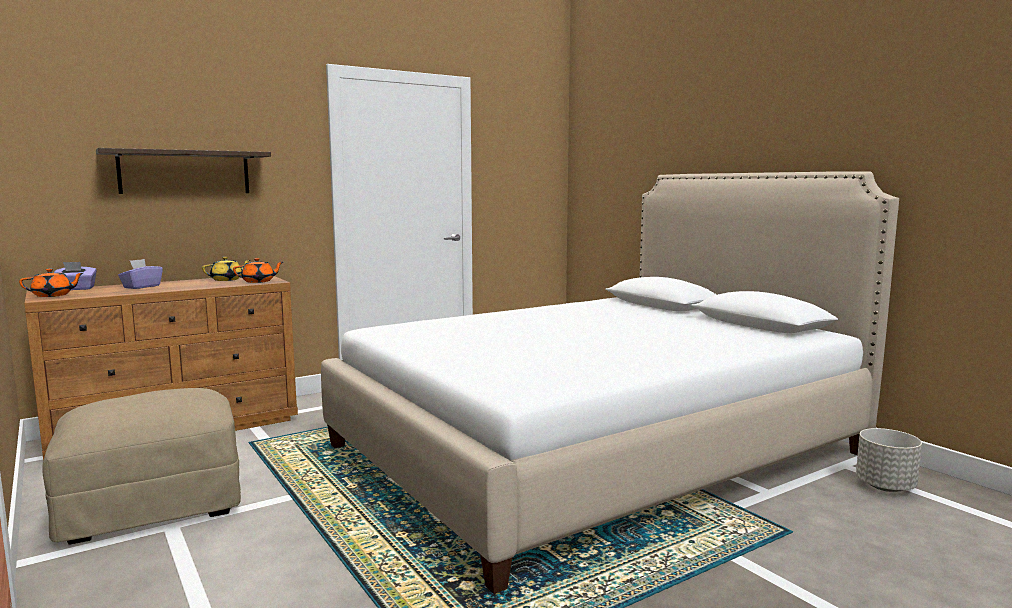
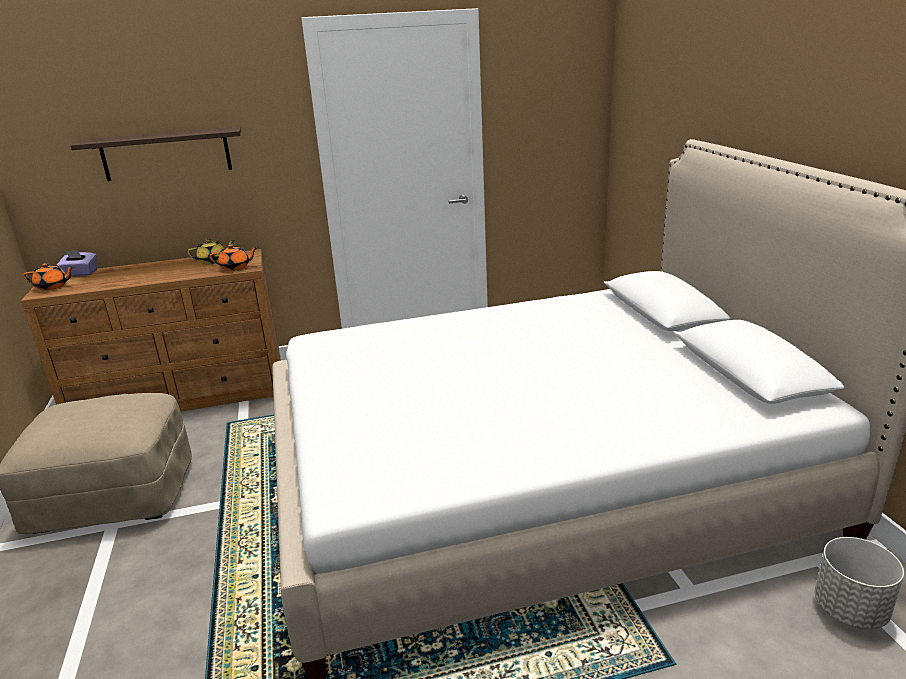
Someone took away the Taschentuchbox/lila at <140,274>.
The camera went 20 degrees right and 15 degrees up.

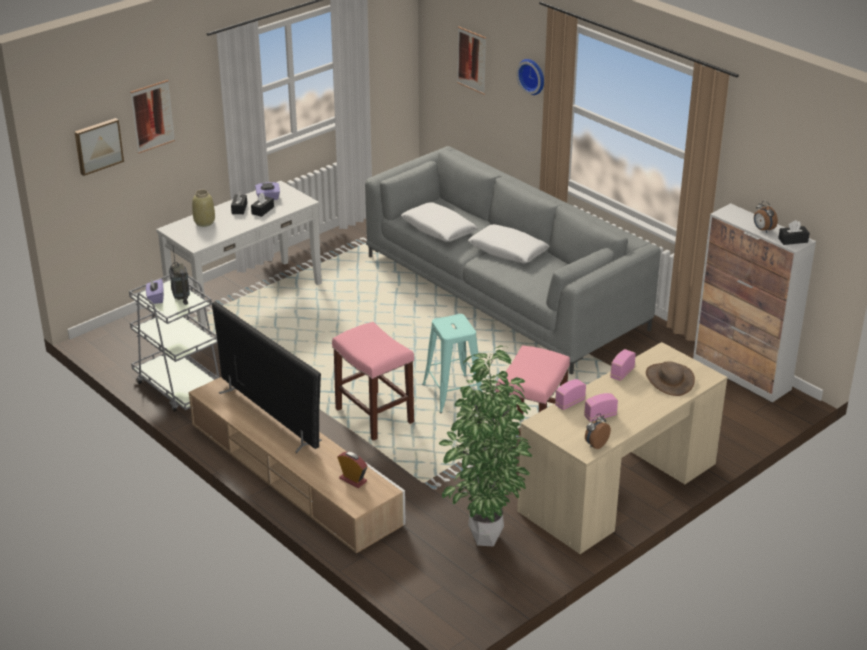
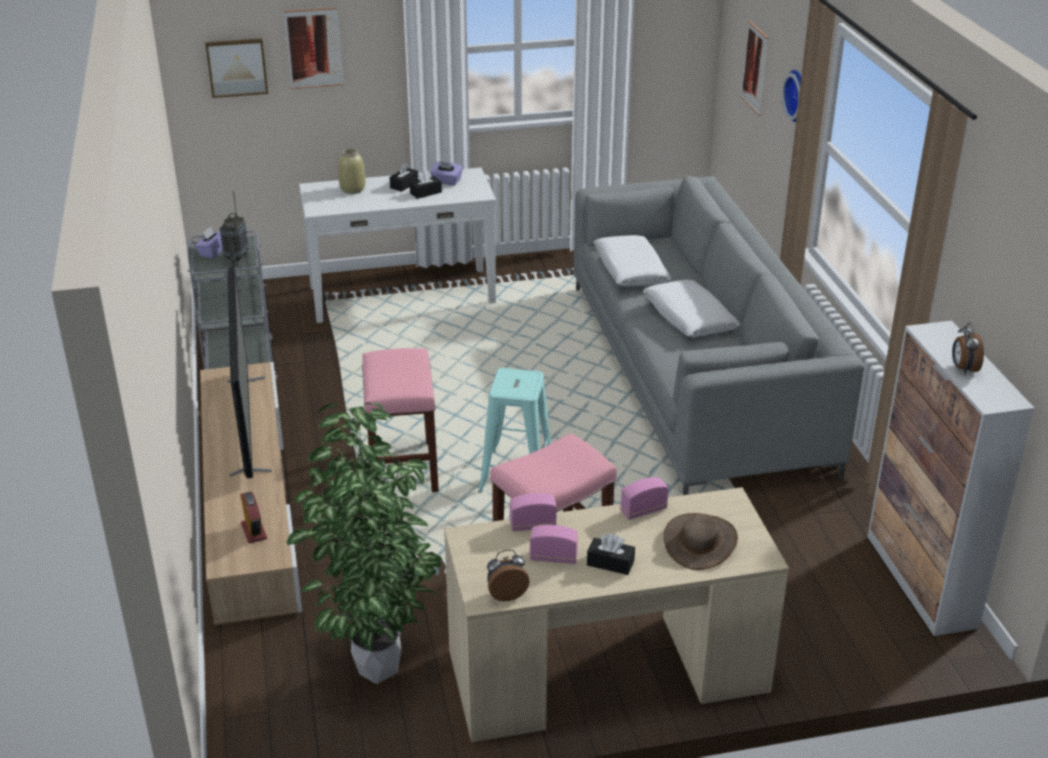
Someone carried the Taschentuchbox/schwarz from <794,232> to <611,554>.
The camera went 30 degrees right and 0 degrees up.

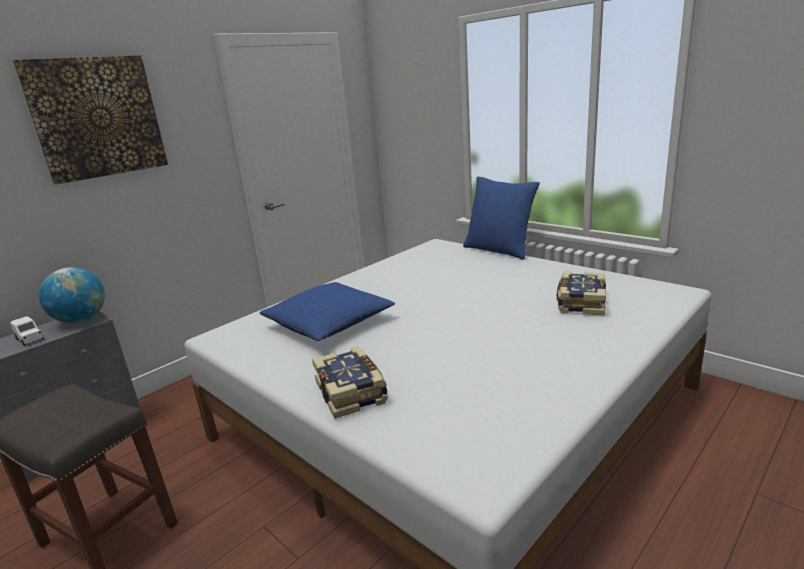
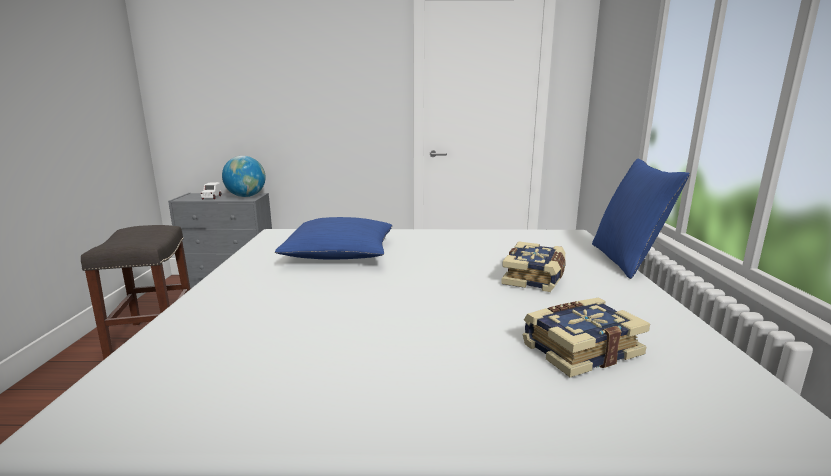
Someone took away the Bild at <90,119>.
Someone carried the Buch from <350,383> to <533,266>.
The camera went 45 degrees right and 5 degrees down.

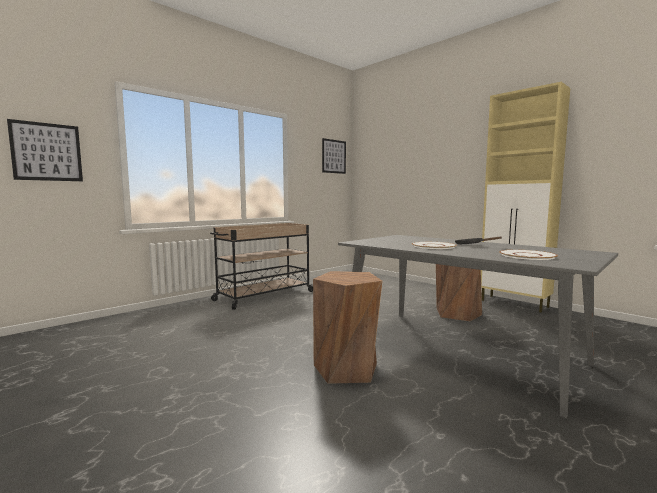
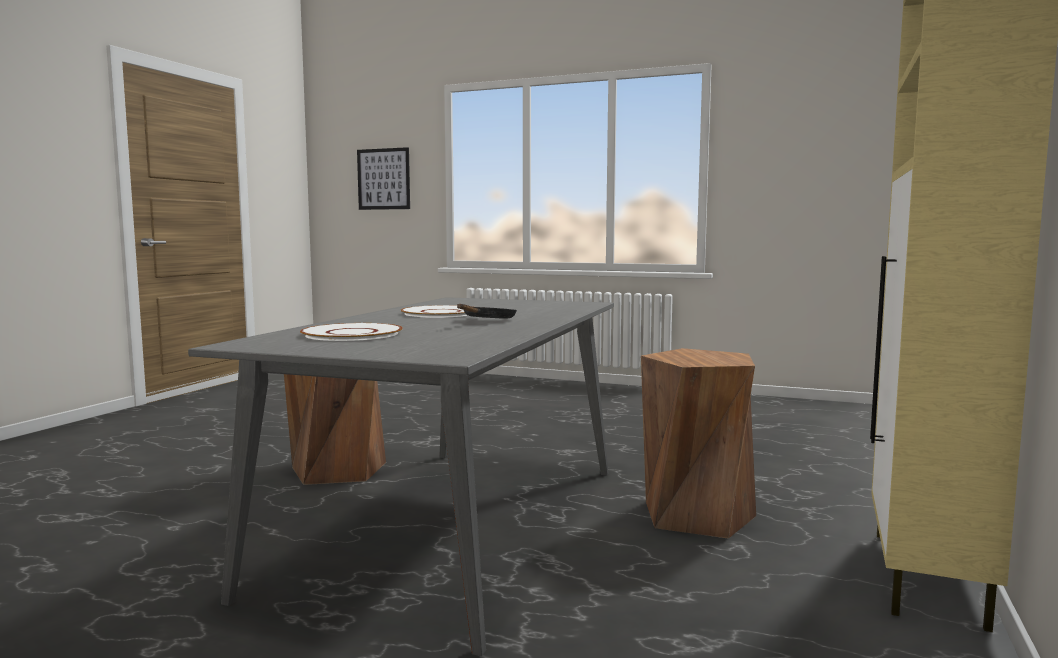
Someone took away the Bild at <334,156>.
Someone took away the Rollwagen/beige at <261,266>.
The camera went 65 degrees right and 0 degrees up.

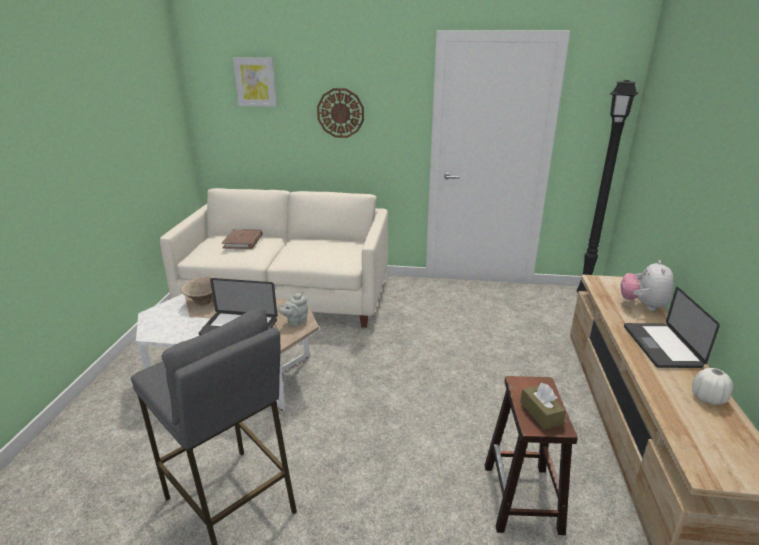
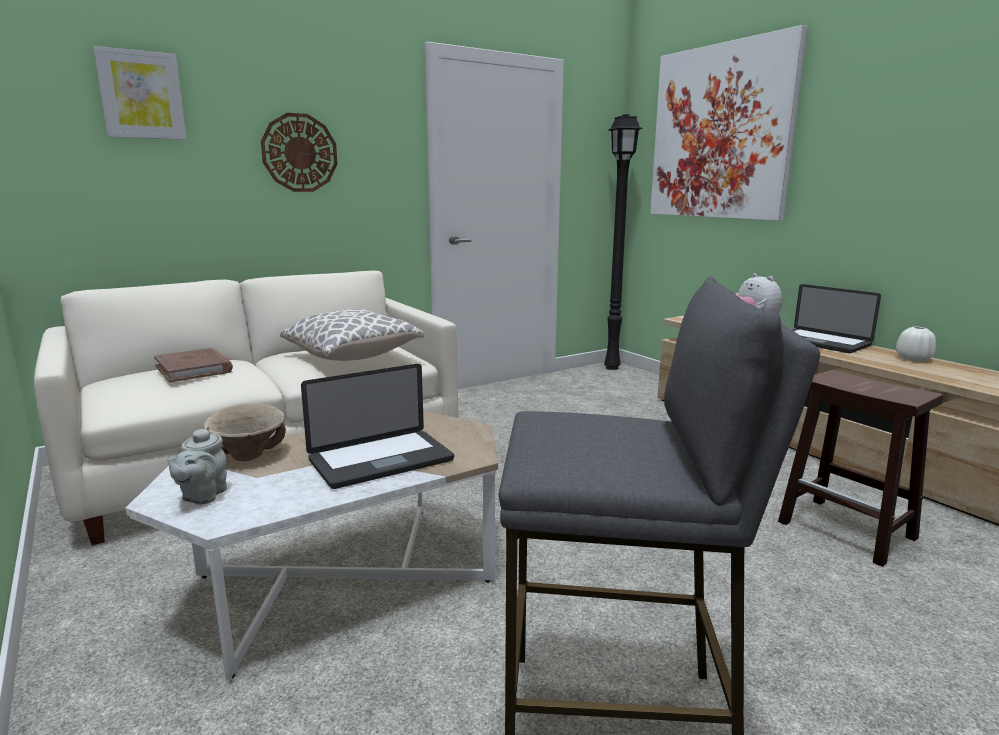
Someone carried the Teekanne/grau from <293,309> to <197,465>.
Someone took away the Taschentuchbox/braun at <543,406>.
Someone put up the Bild at <729,123>.
Someone put down the Kissen at <352,335>.
The camera went 40 degrees left and 10 degrees down.

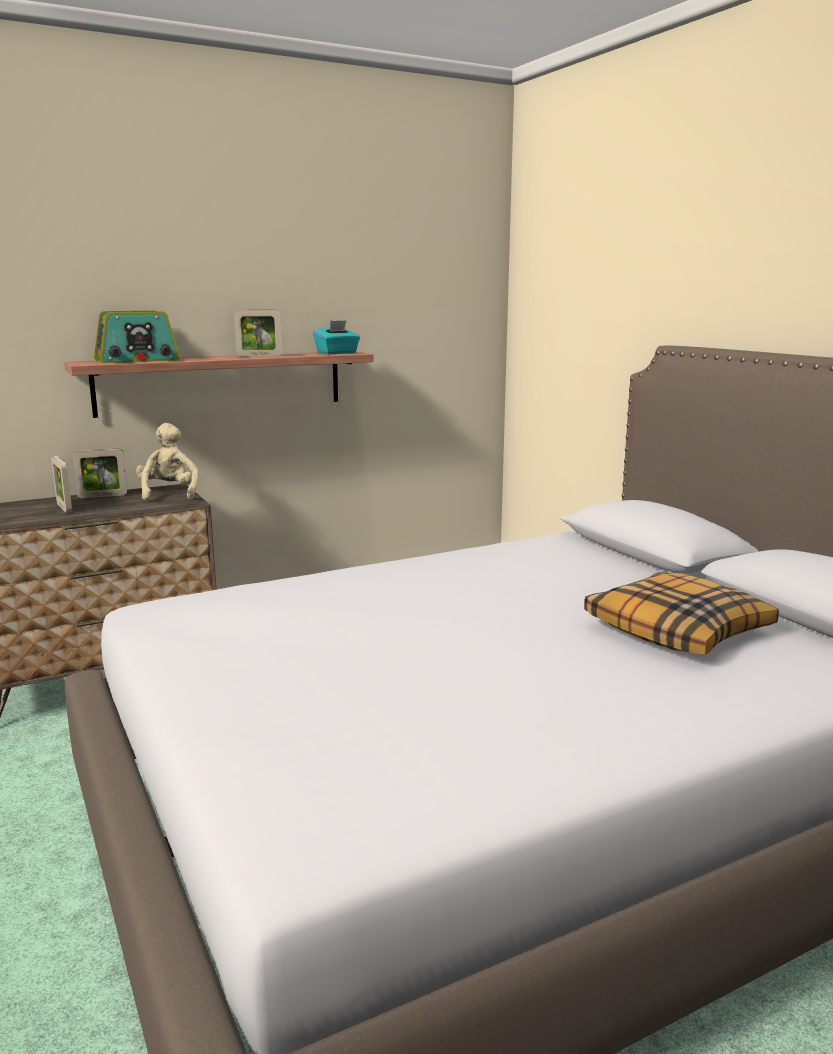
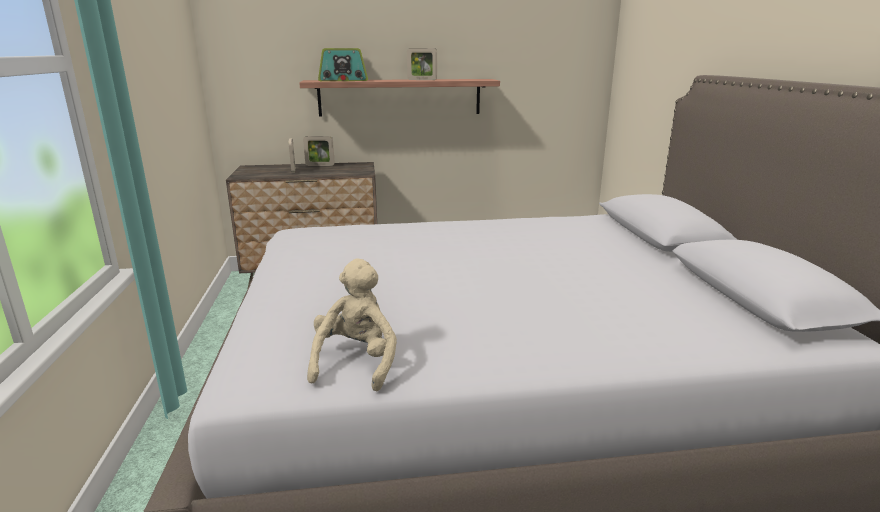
Someone took away the Taschentuchbox/türkis at <336,337>.
Someone carried the Plüschtier/beige from <167,461> to <352,325>.
Someone took away the Kissen at <681,613>.
The camera went 20 degrees right and 5 degrees up.

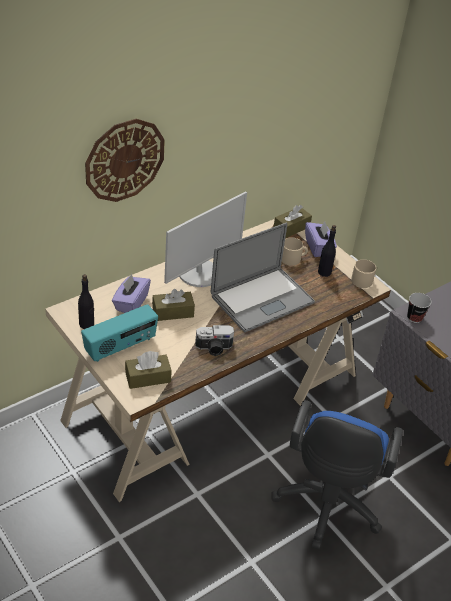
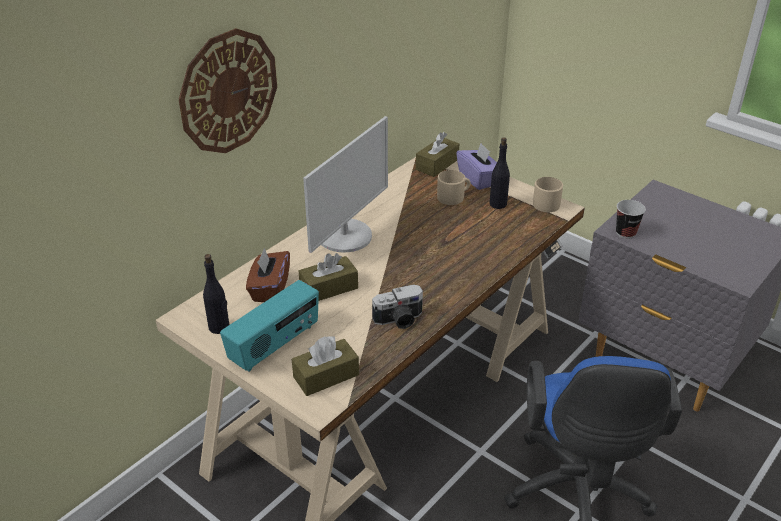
Someone took away the Laptop at <263,277>.
Someone repainted the Taschentuchbox/lila at <131,293>, which became the Taschentuchbox/braun at <268,275>.
The camera went 10 degrees left and 5 degrees down.

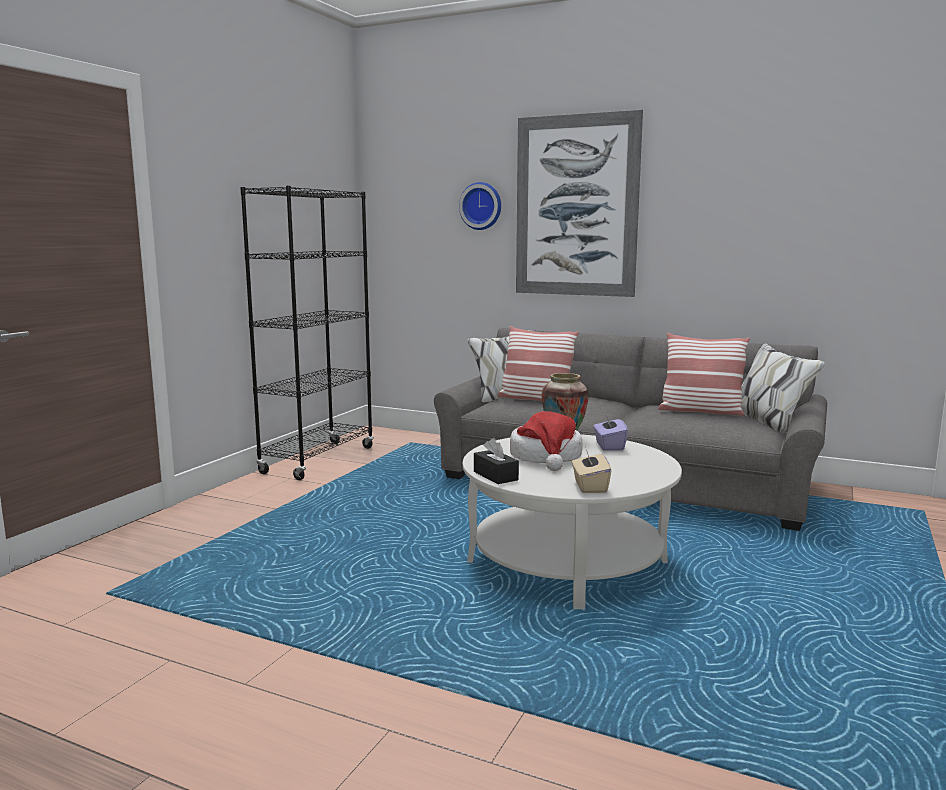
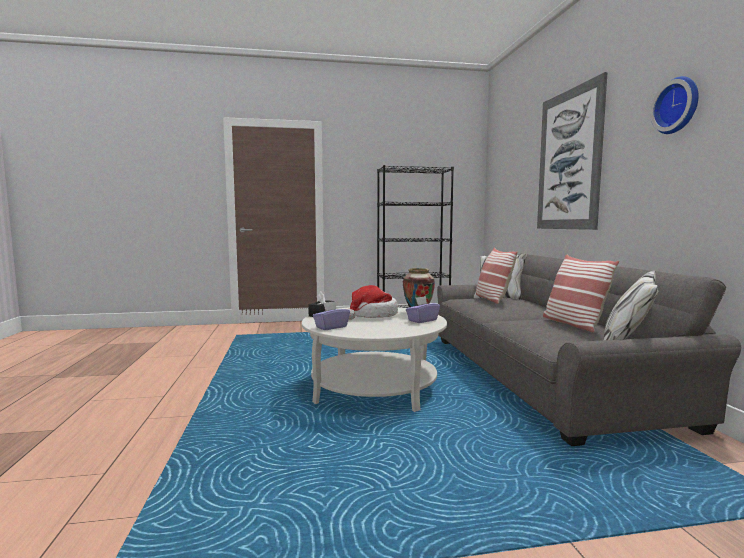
Someone carried the Wanduhr from <480,206> to <674,105>.
Someone repainted the Taschentuchbox/beige at <591,470>, which became the Taschentuchbox/lila at <331,315>.
The camera went 55 degrees right and 5 degrees down.

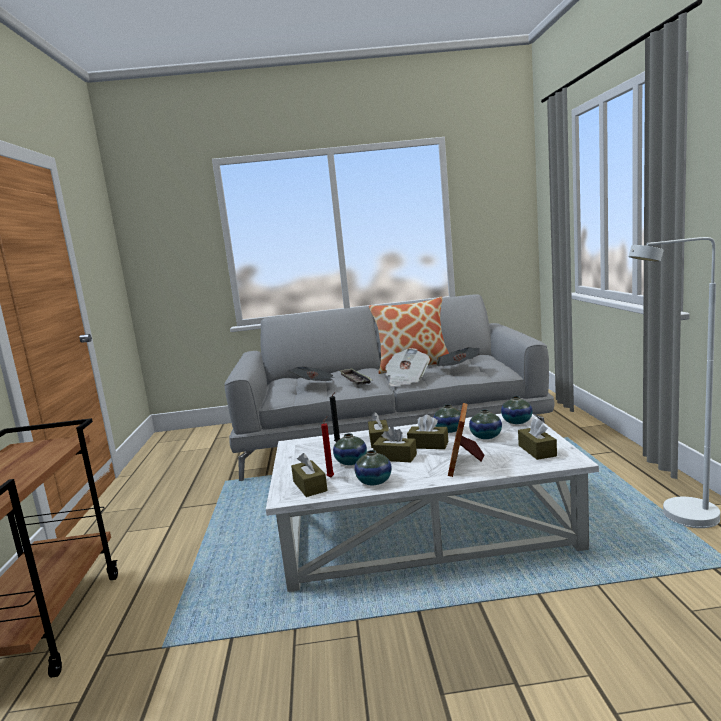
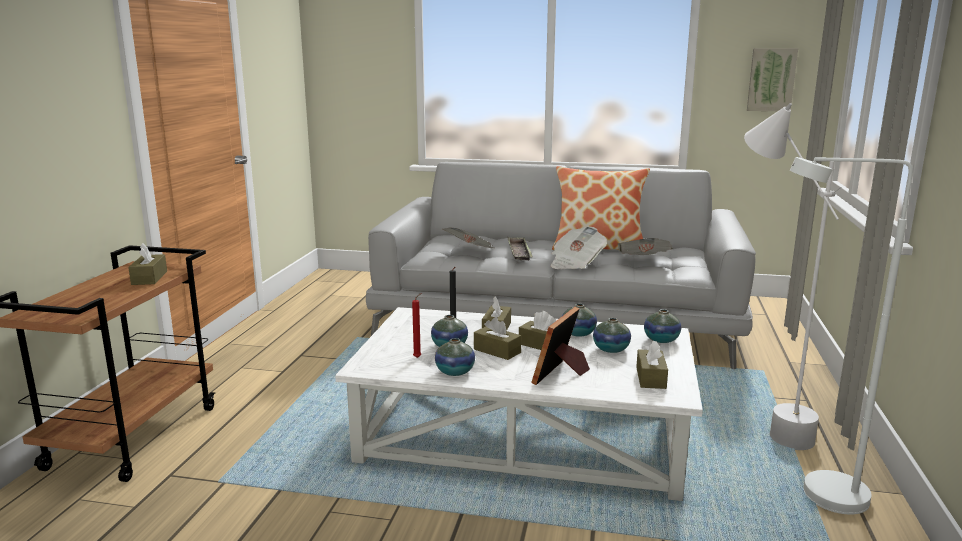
Someone carried the Taschentuchbox/braun from <309,475> to <147,264>.
Someone put up the Bild at <772,79>.
Someone put down the Stehlampe/weiß at <792,276>.
The camera went 15 degrees right and 5 degrees up.

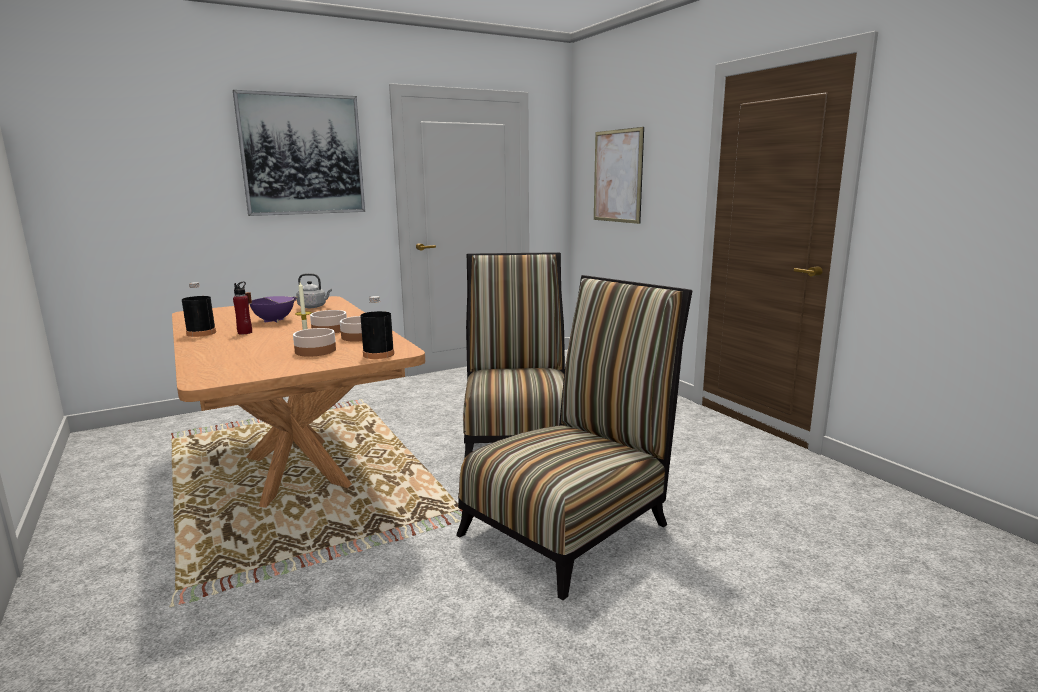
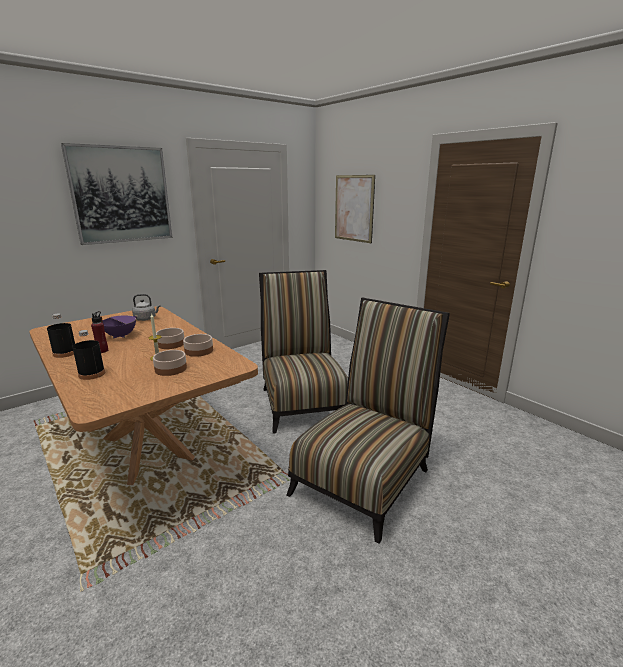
Someone carried the Flasche/schwarz from <377,327> to <88,355>.
The camera went 10 degrees left and 5 degrees up.

